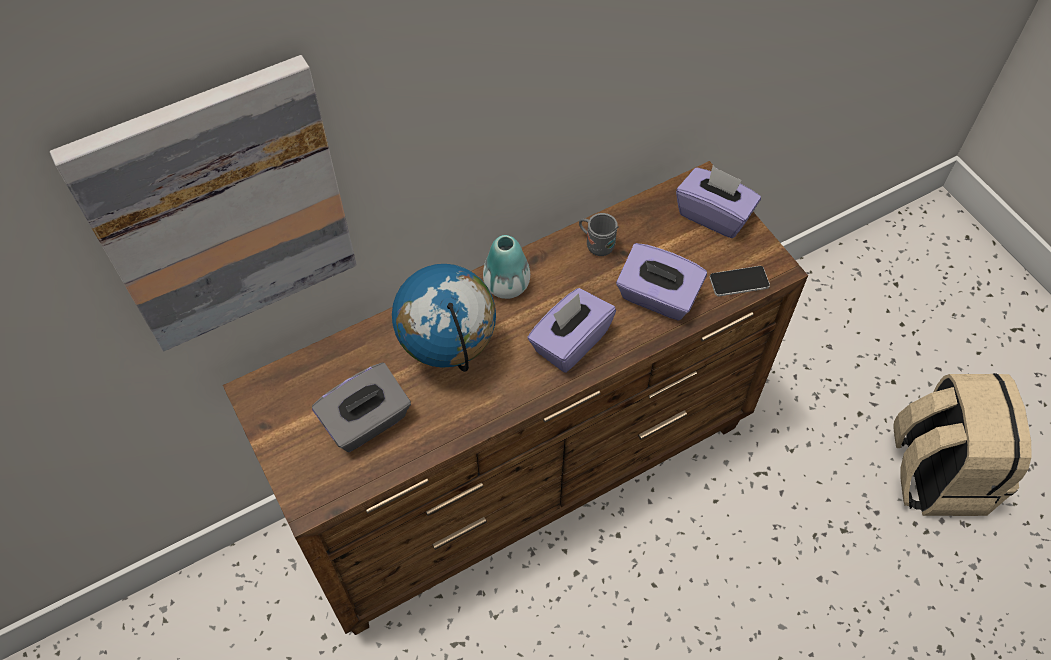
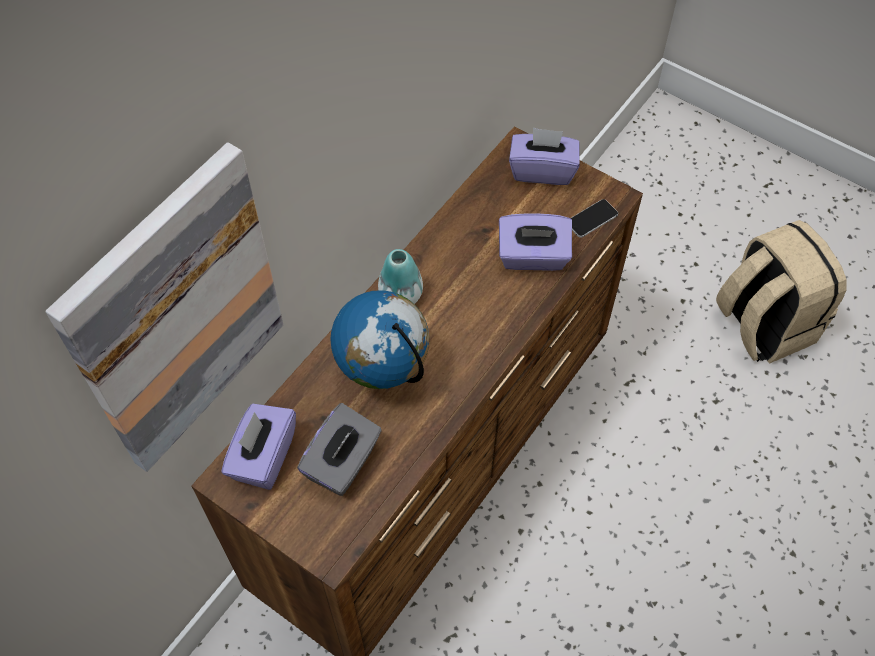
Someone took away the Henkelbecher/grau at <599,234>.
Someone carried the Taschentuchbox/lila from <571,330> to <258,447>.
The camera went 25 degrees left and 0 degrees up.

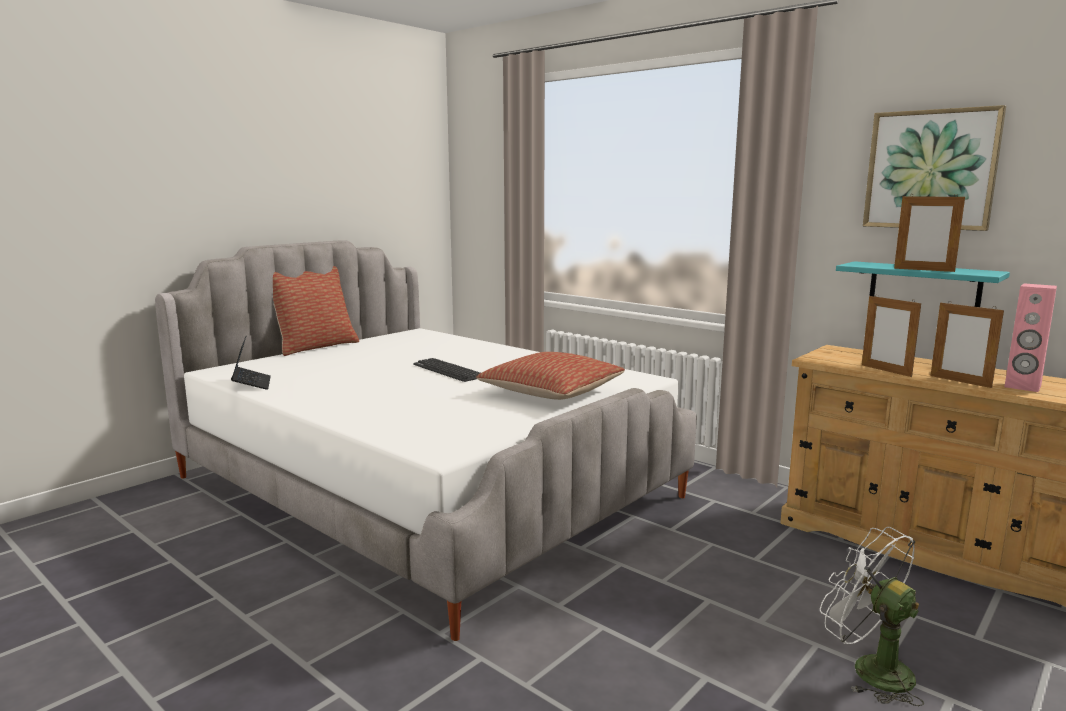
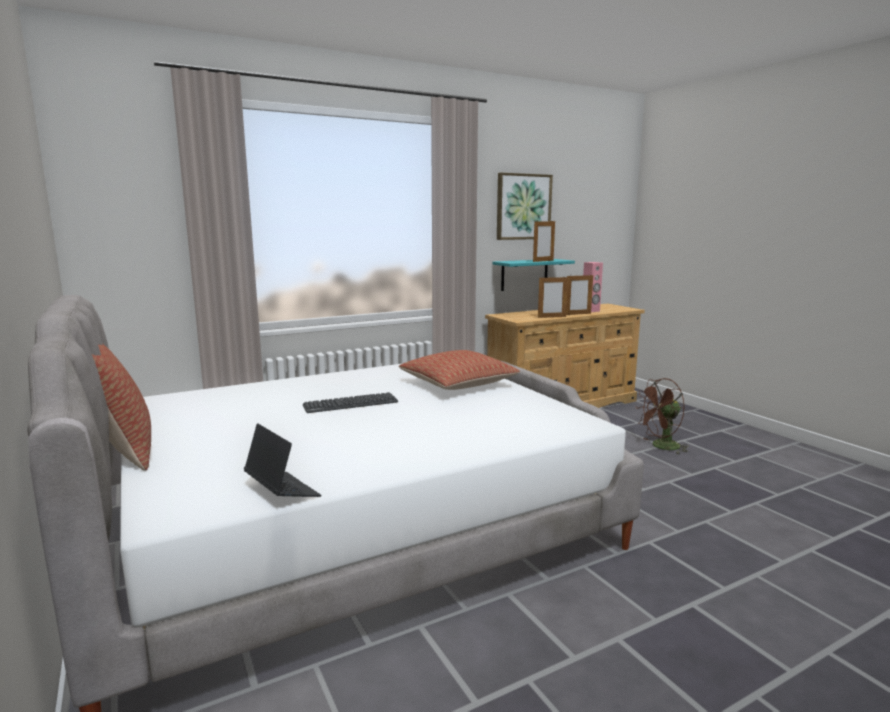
Someone rotated the Laptop at <251,363> by 45 degrees clockwise.
Someone repainted the Ventilator/weiß at <872,616>, which became the Ventilator/braun at <662,416>.
The camera went 70 degrees left and 0 degrees up.

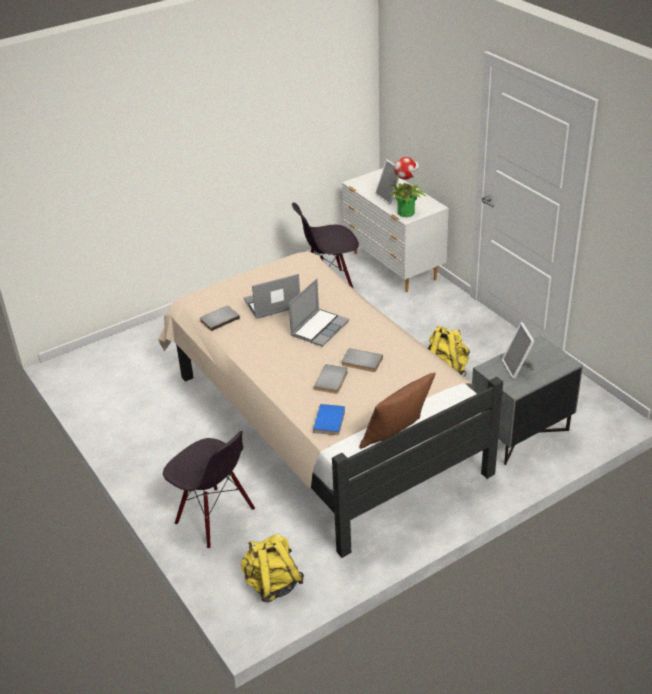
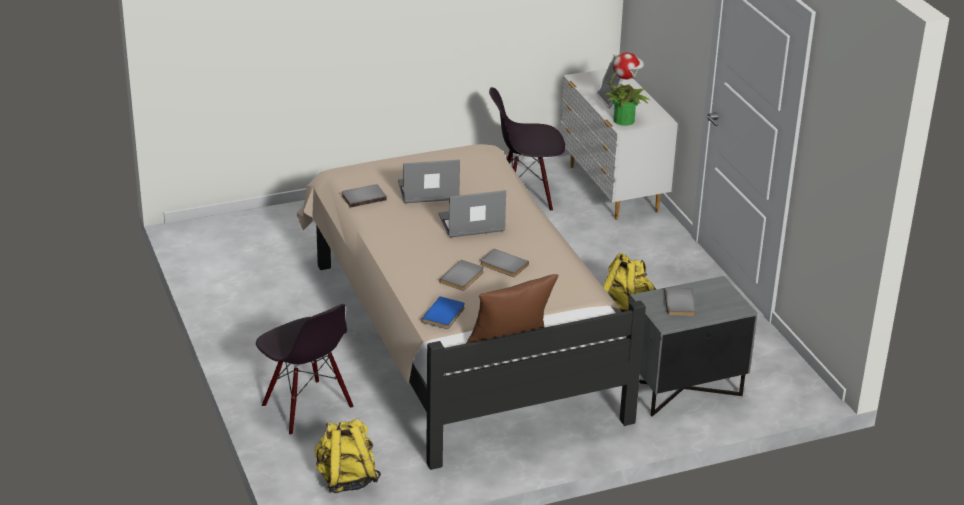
Someone rotated the Laptop at <319,313> by 150 degrees counterclockwise.
Someone swapped the Bilderrahmen at <518,350> for the Buch/grau at <680,302>.
The camera went 10 degrees right and 5 degrees down.

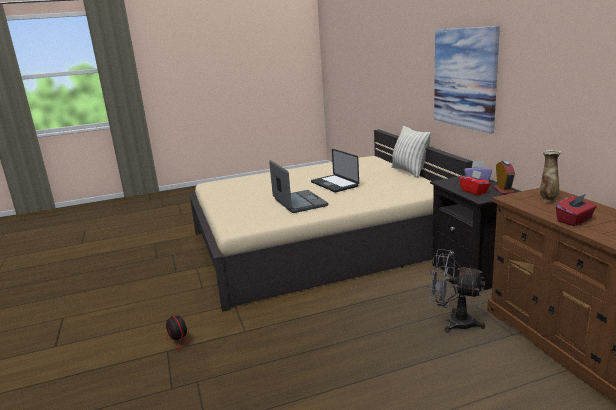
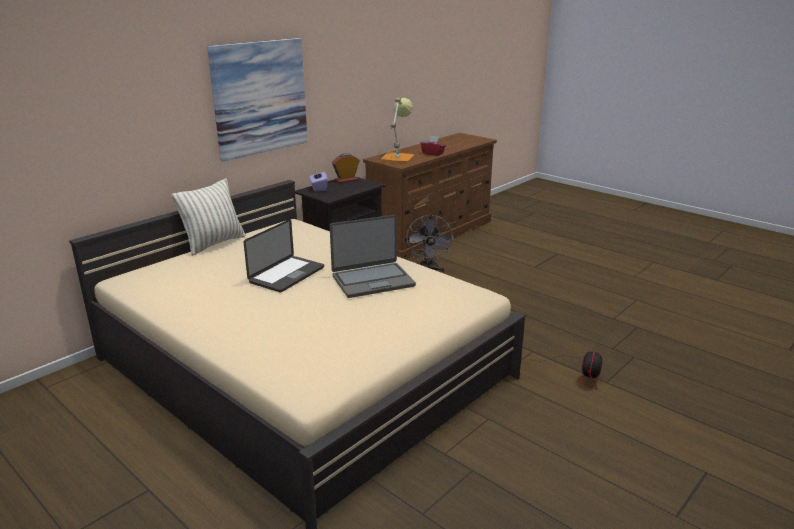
Someone swapped the Vase at <550,176> for the Tischlampe at <397,131>.
Someone rotated the Laptop at <298,186> by 150 degrees counterclockwise.
Someone took away the Taschentuchbox/rot at <475,182>.
The camera went 120 degrees left and 5 degrees up.

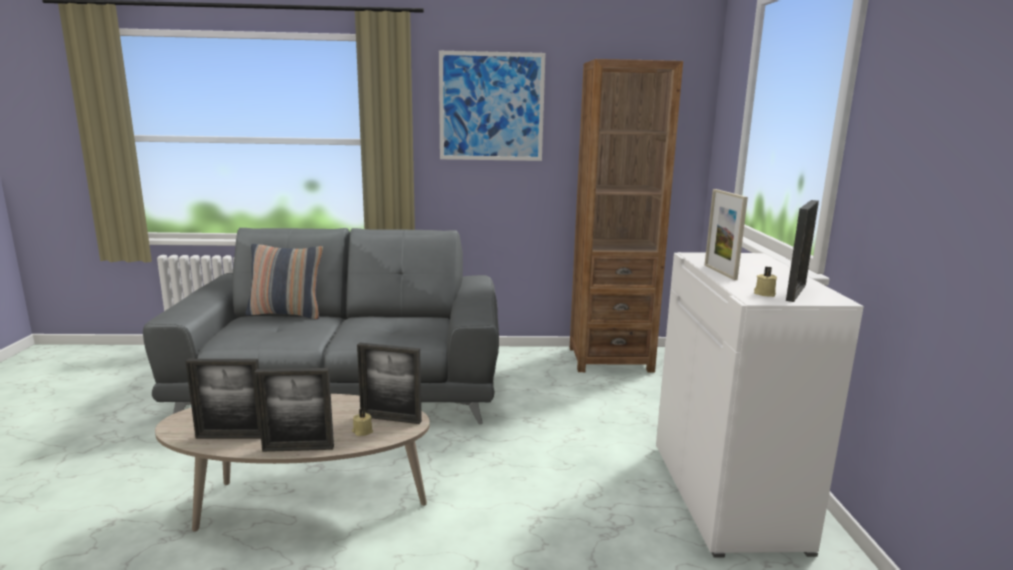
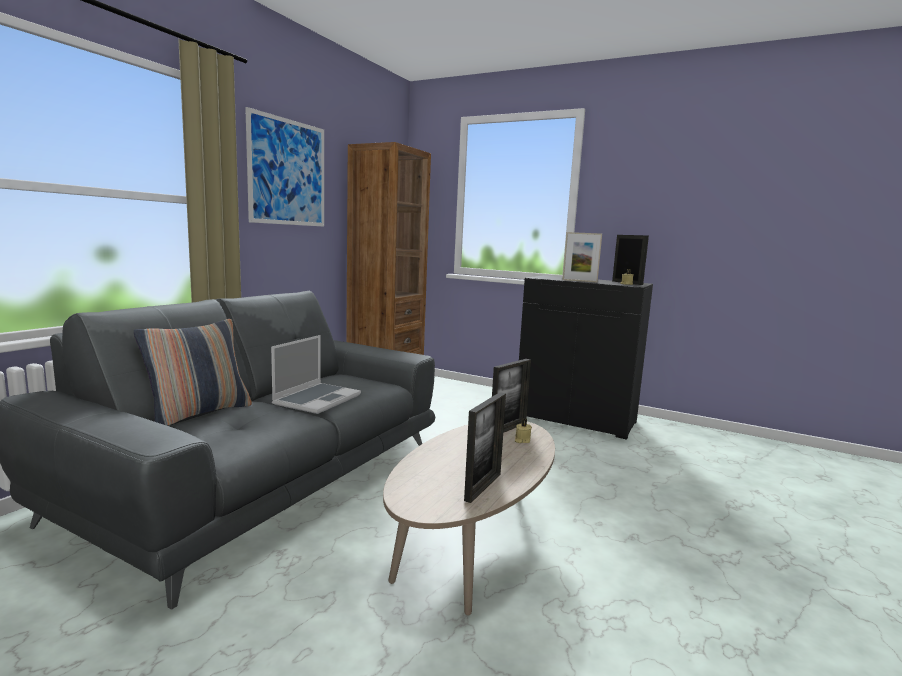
Someone repainted the Schrank/weiß at <760,405>, which became the Schrank/schwarz at <586,357>.
Someone took away the Bilderrahmen at <294,410>.
Someone put down the Laptop at <316,374>.
The camera went 60 degrees left and 5 degrees down.

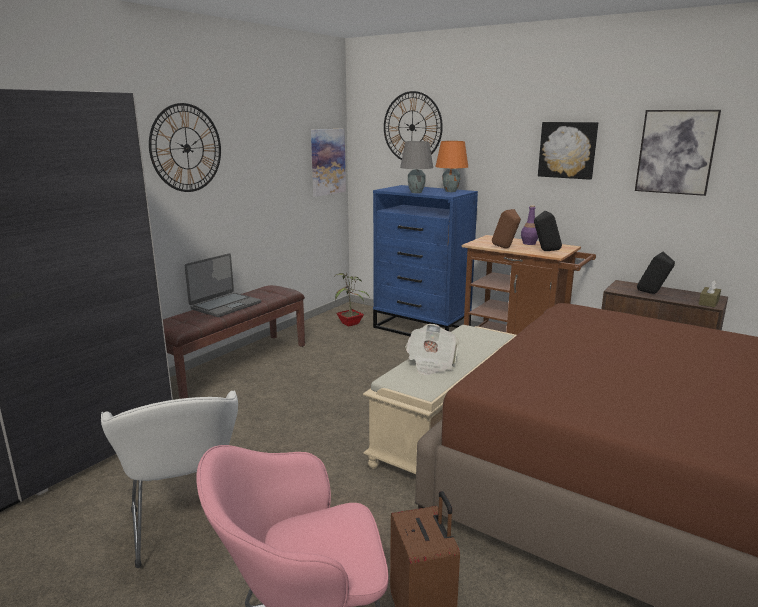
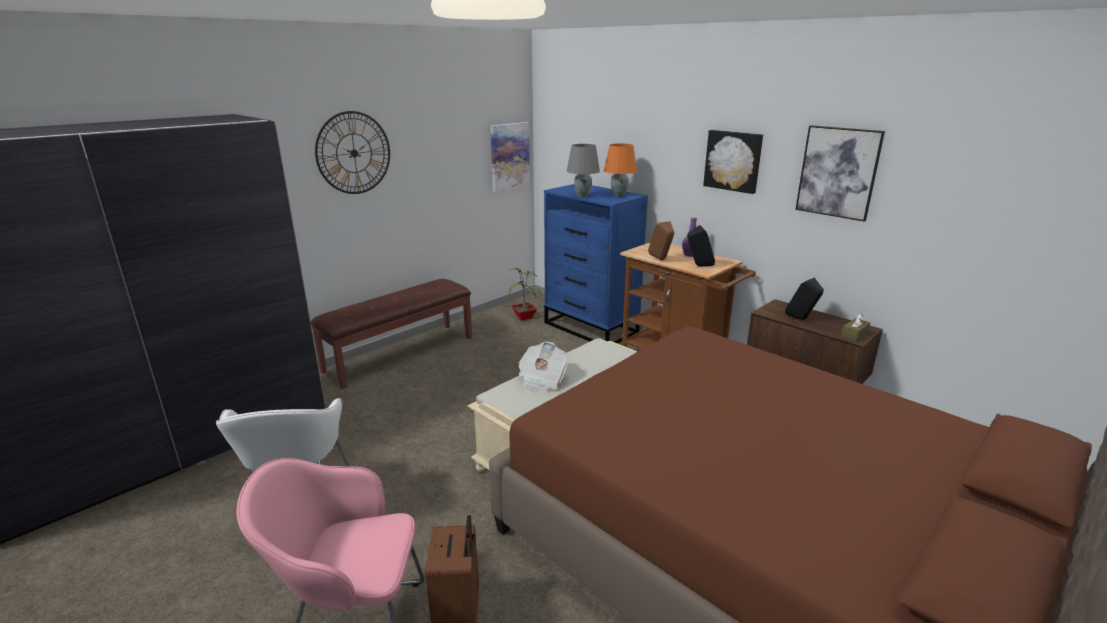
Someone took away the Wanduhr at <413,125>.
Someone took away the Laptop at <223,285>.
The camera went 10 degrees right and 5 degrees up.

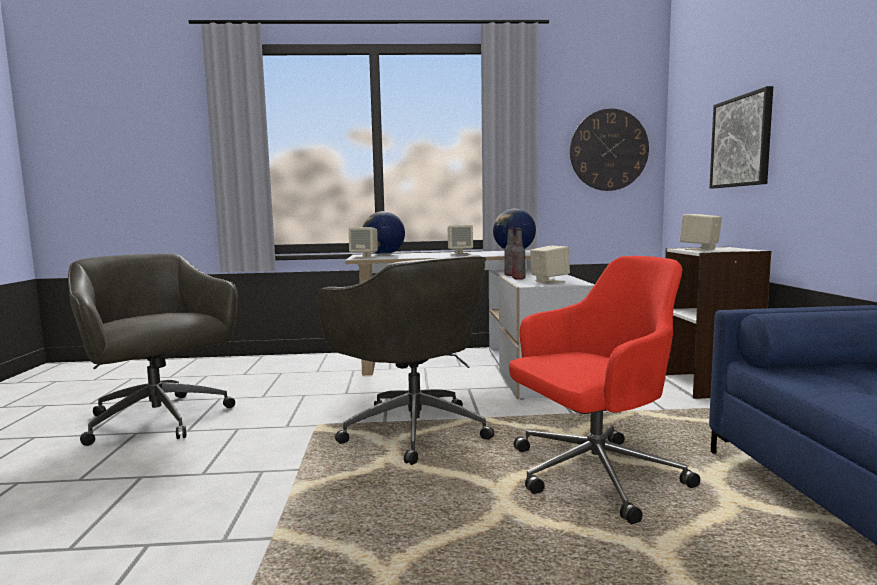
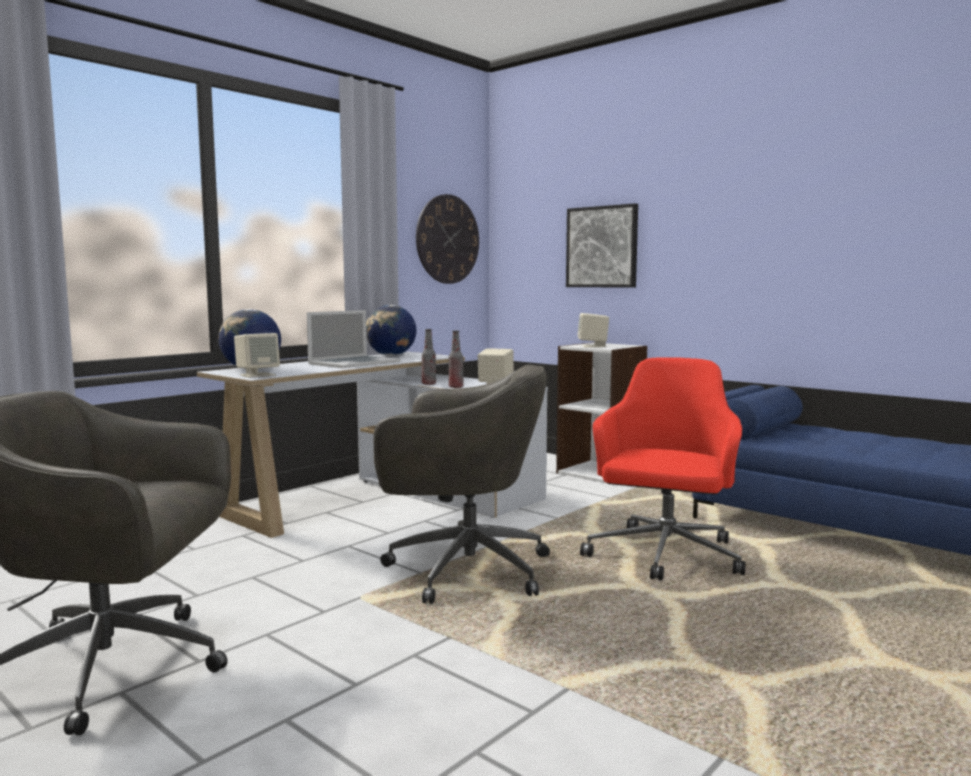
Someone swapped the Lautsprecher/beige at <460,240> for the Laptop at <354,339>.
The camera went 45 degrees left and 0 degrees up.

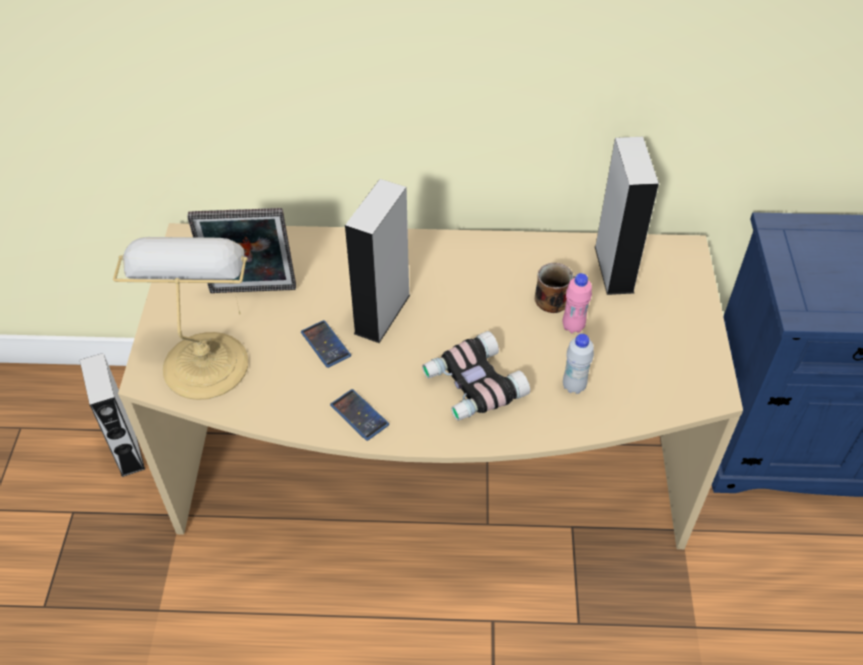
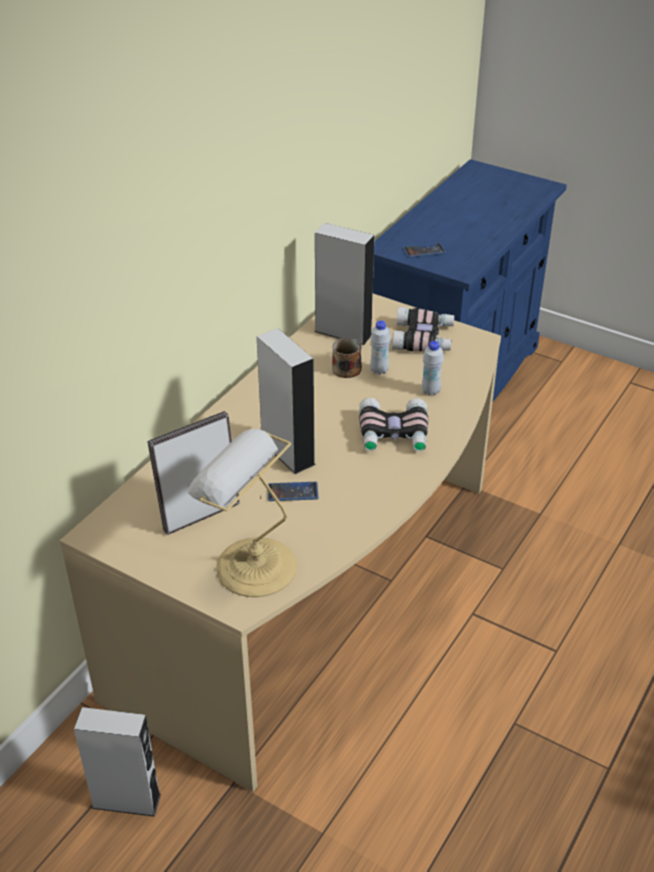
Someone rotated the Bilderrahmen at <241,250> by 150 degrees counterclockwise.
Someone repainted the Flasche/rosa at <577,303>, which became the Flasche/weiß at <380,347>.
Someone carried the Handy from <359,415> to <424,250>.
Someone put down the Fernglas at <423,329>.
The camera went 60 degrees left and 10 degrees down.

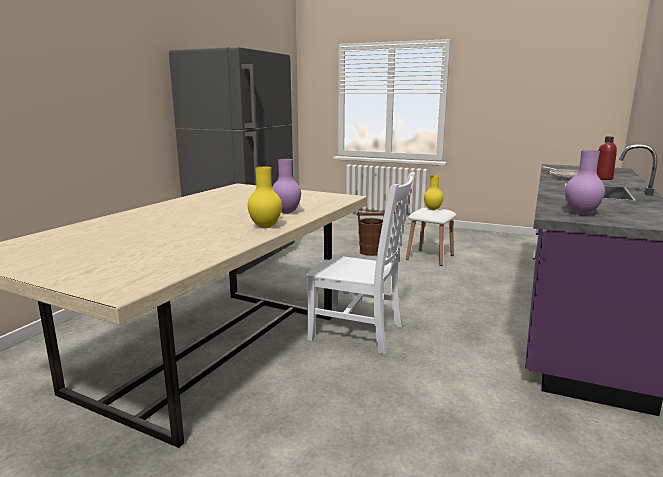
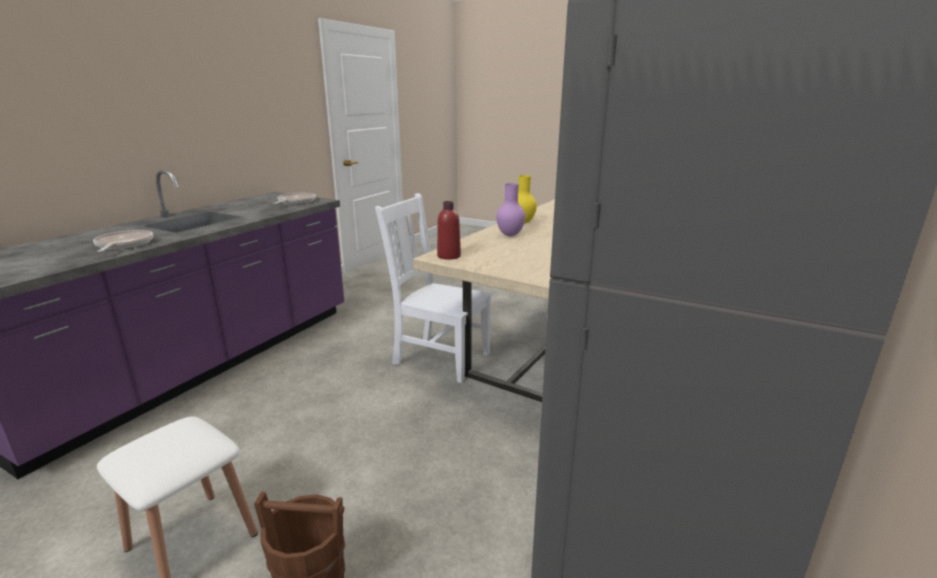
Someone carried the Flasche/rot from <607,158> to <449,230>.
Someone swapped the Vase/lila at <585,182> for the Pfanne at <294,198>.
Someone took away the Vase/gelb at <433,193>.
The camera went 175 degrees left and 5 degrees up.

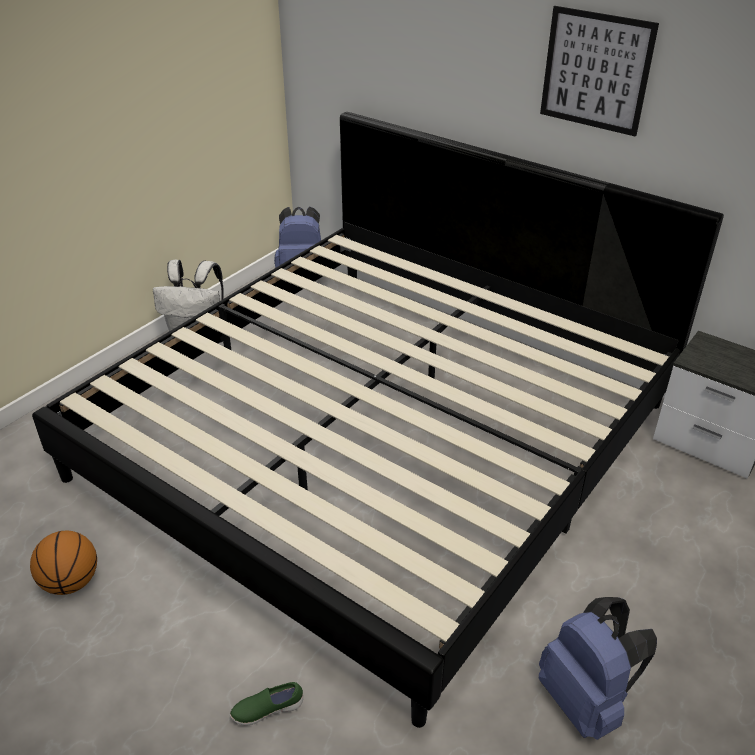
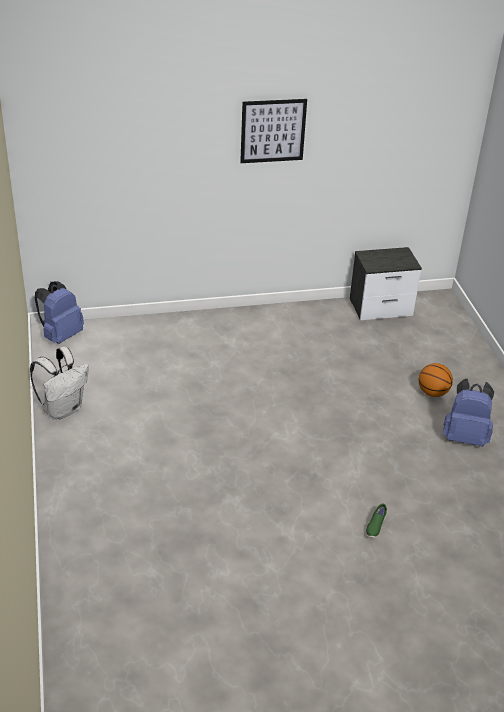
Someone took away the Bett at <378,420>.
Someone carried the Basketball from <63,563> to <435,380>.
The camera went 50 degrees left and 0 degrees up.

